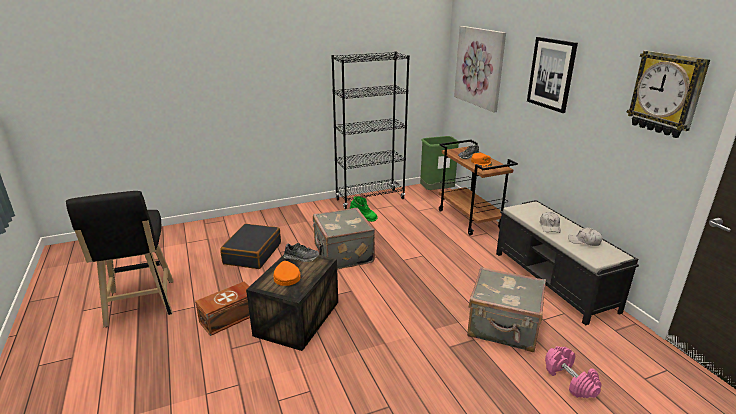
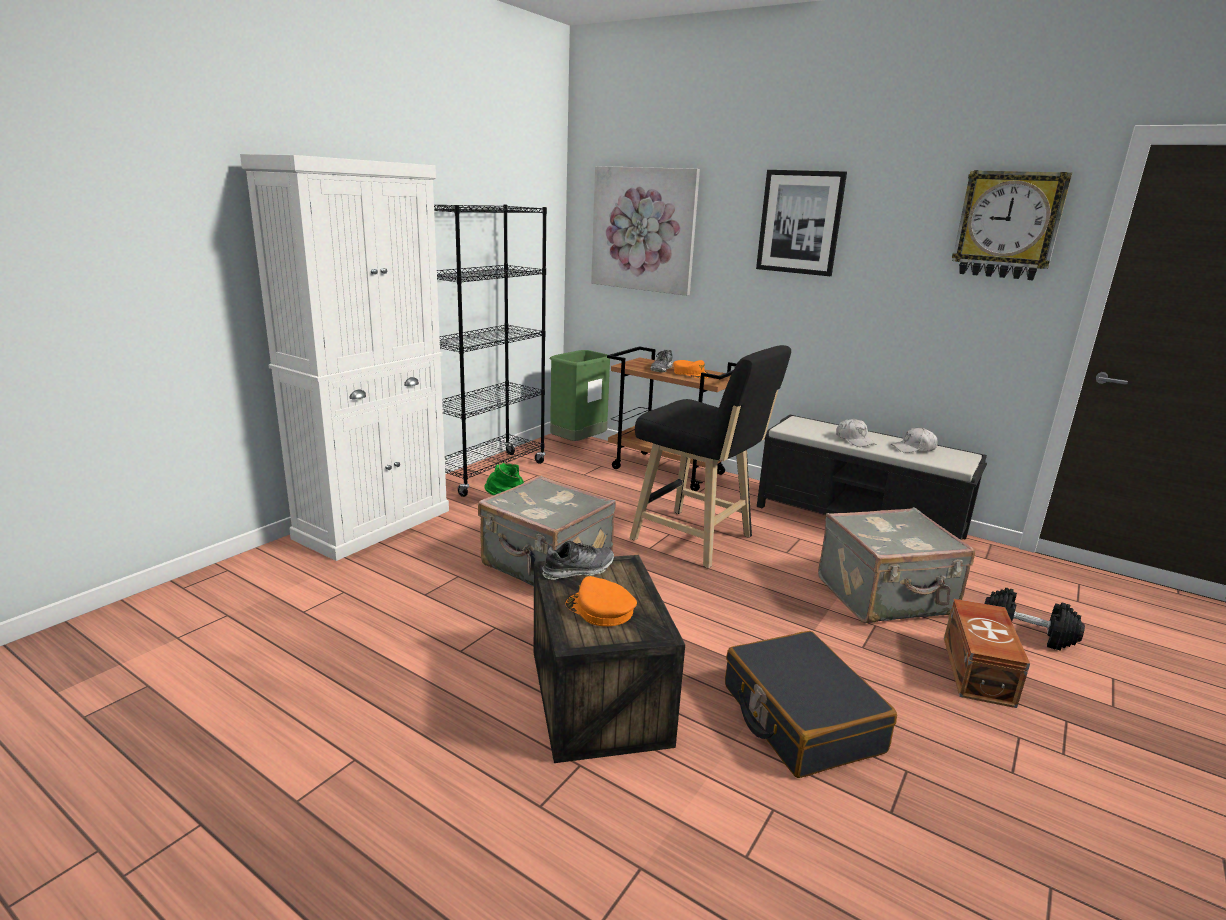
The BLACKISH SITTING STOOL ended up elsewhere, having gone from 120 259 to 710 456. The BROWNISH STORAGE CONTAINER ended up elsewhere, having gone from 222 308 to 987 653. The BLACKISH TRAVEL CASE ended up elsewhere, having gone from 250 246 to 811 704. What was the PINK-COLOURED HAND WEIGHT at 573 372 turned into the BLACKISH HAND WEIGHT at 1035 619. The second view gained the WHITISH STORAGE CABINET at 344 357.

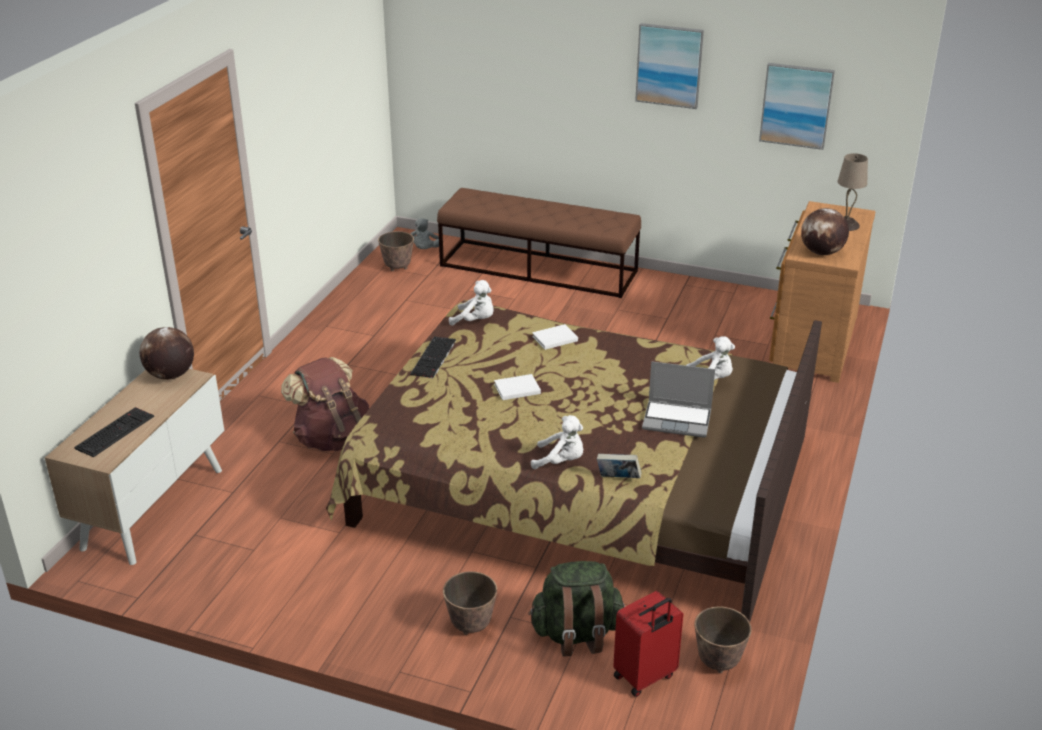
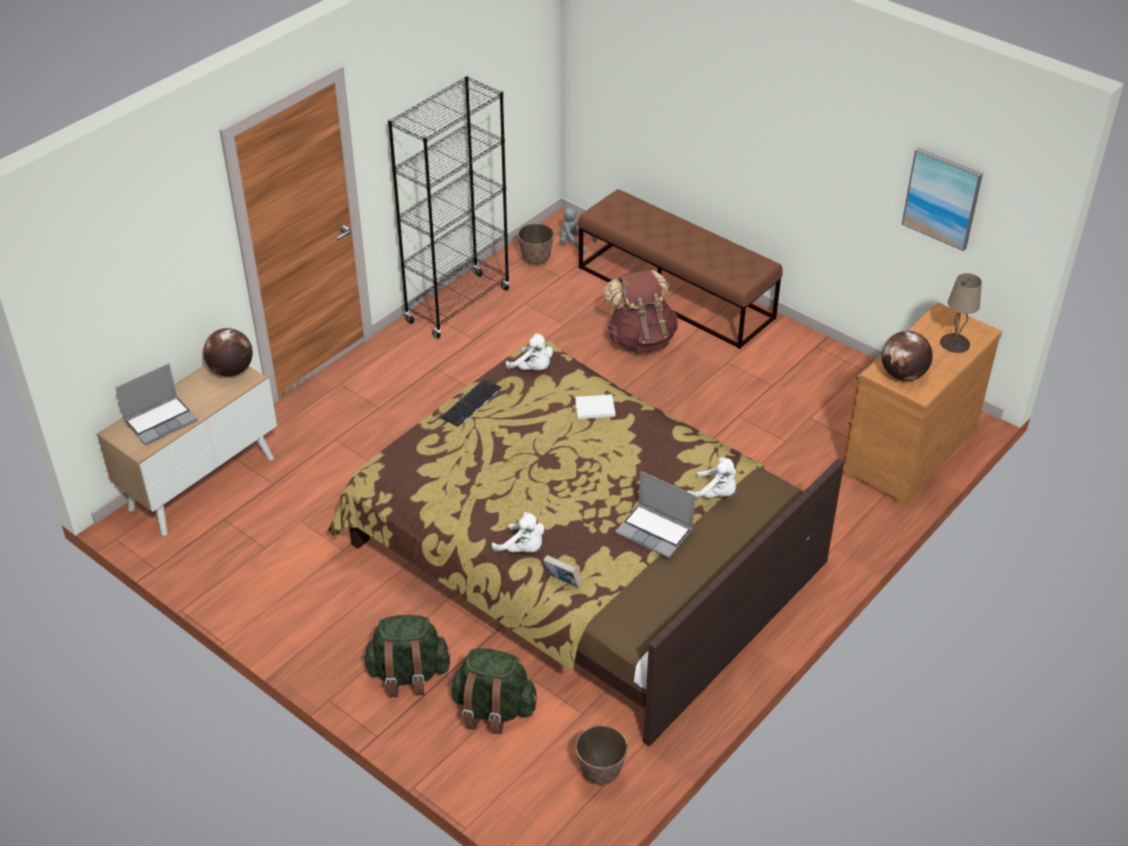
Where the KEYBOARD stood at 114 432, the PORTABLE COMPUTER came to stand at 156 404. The BROWNISH RUCKSACK ended up elsewhere, having gone from 325 404 to 641 312. The GREYISH SOFT TOY at 425 233 ended up facing another way, 90 degrees clockwise from before. Where the FLOWER POT stood at 470 603, the GREEN-COLOURED RUCKSACK came to stand at 406 656. The second view lost the WHITISH BOOK at 517 387. The second view lost the REDDISH TRAVEL CASE at 648 644. The second view lost the PICTURE at 669 66. The second view gained the BLACKISH BOOKSHELF at 449 207.

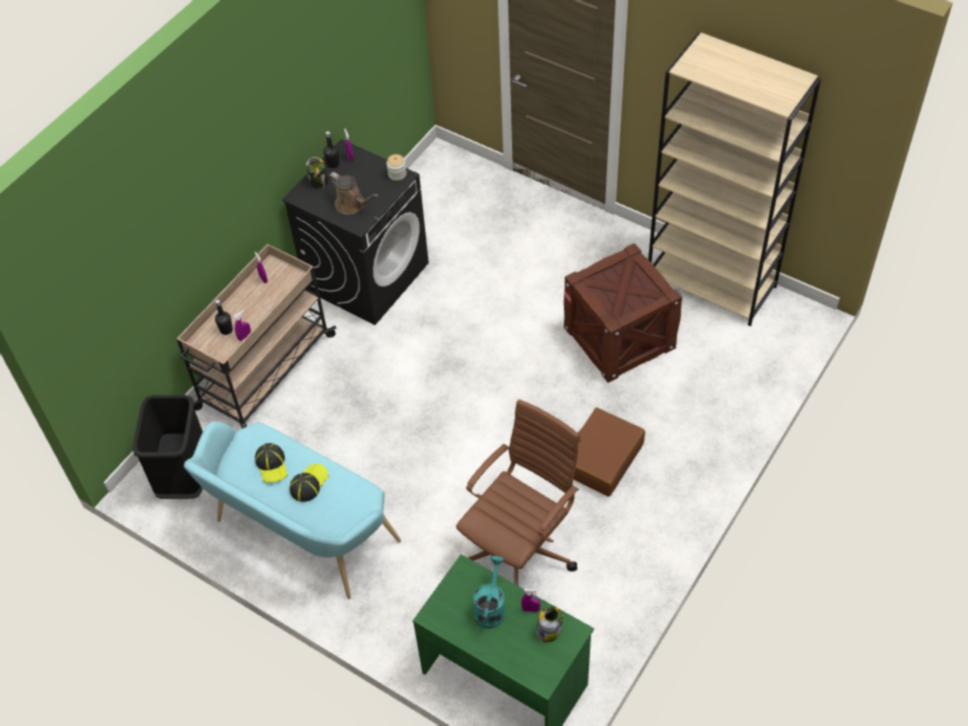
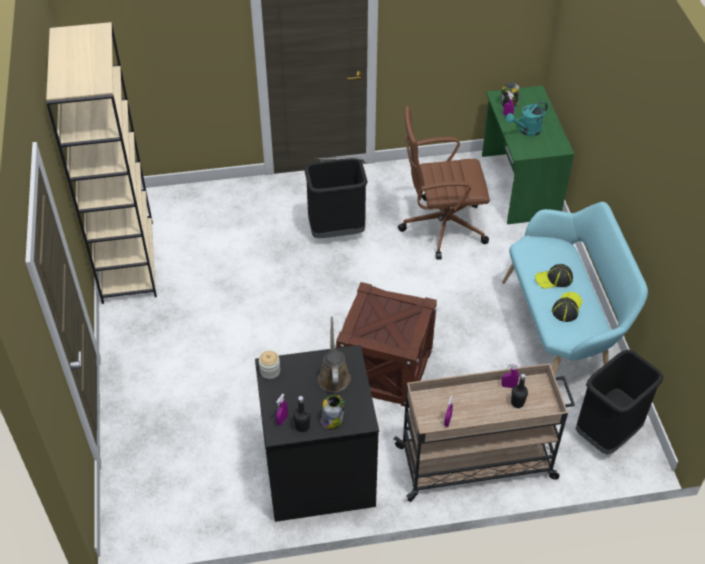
The PACKING CRATE ended up elsewhere, having gone from 623 313 to 386 345. Where the BROWNISH TRAVEL CASE stood at 609 452, the BLACKISH TRASH CAN came to stand at 336 198.

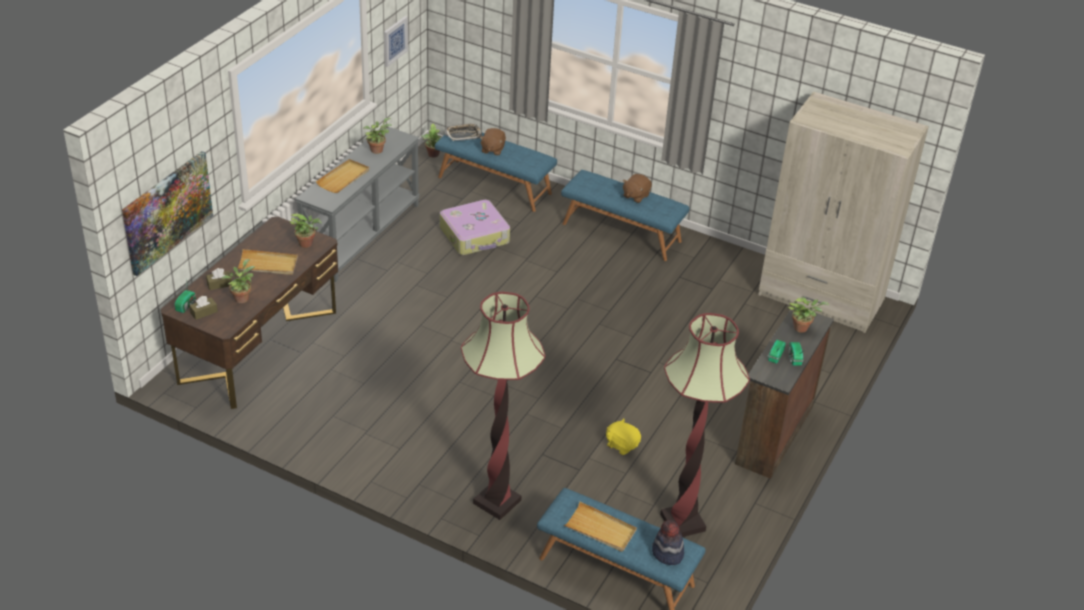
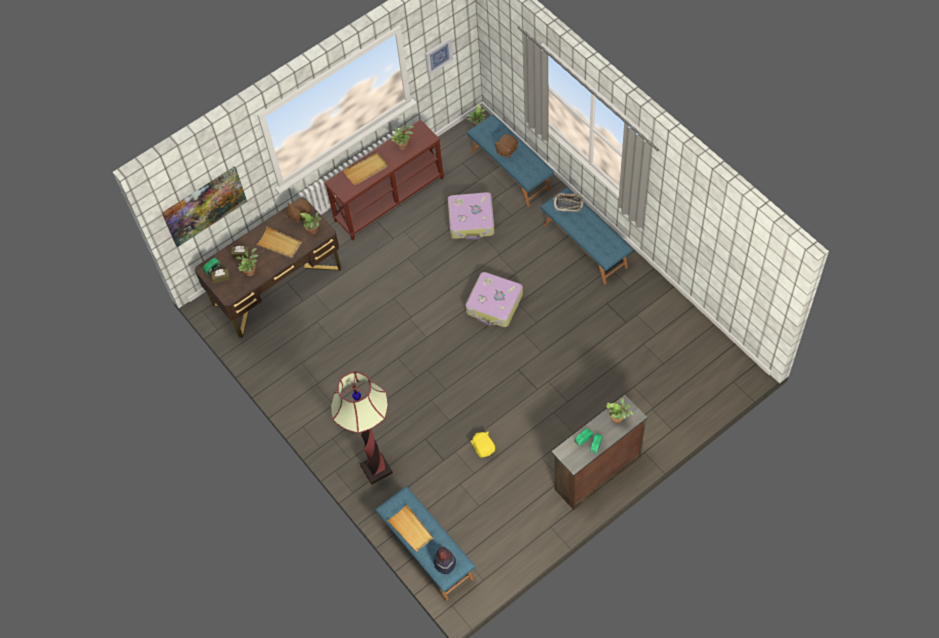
What was the GREYISH CONSOLE TABLE at 357 204 turned into the BROWNISH CONSOLE TABLE at 384 180. The SERVING TRAY ended up elsewhere, having gone from 463 132 to 568 202. The BROWNISH SOFT TOY ended up elsewhere, having gone from 637 188 to 298 210. The second view lost the FLOOR LAMP at 705 425. The second view lost the SAND-COLOURED ARMOIRE at 843 212. The second view gained the TRAVEL CASE at 494 299.

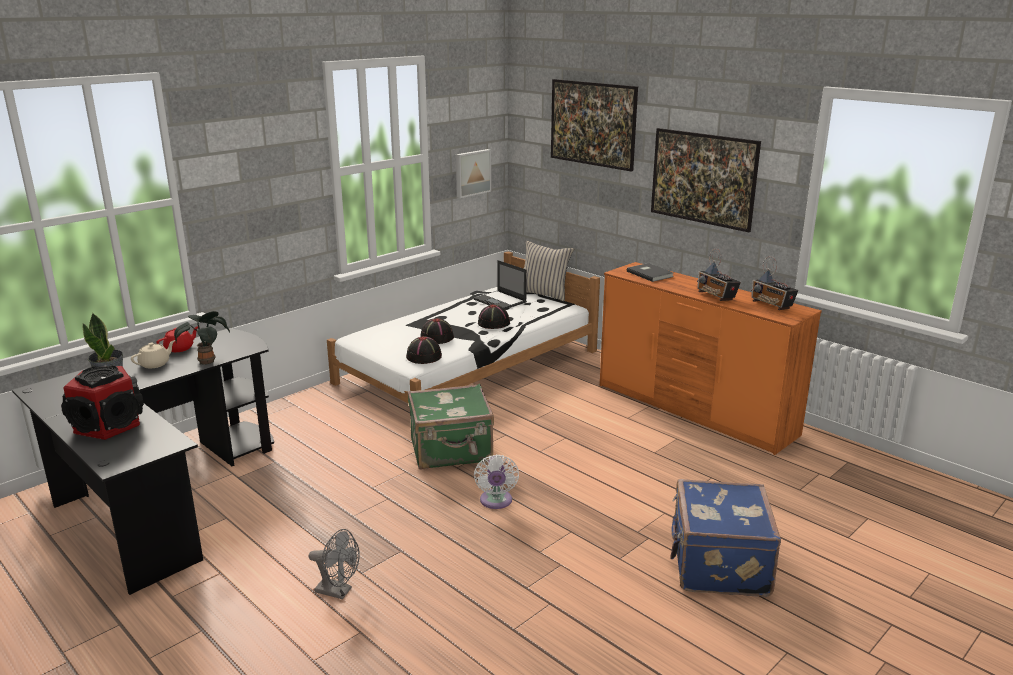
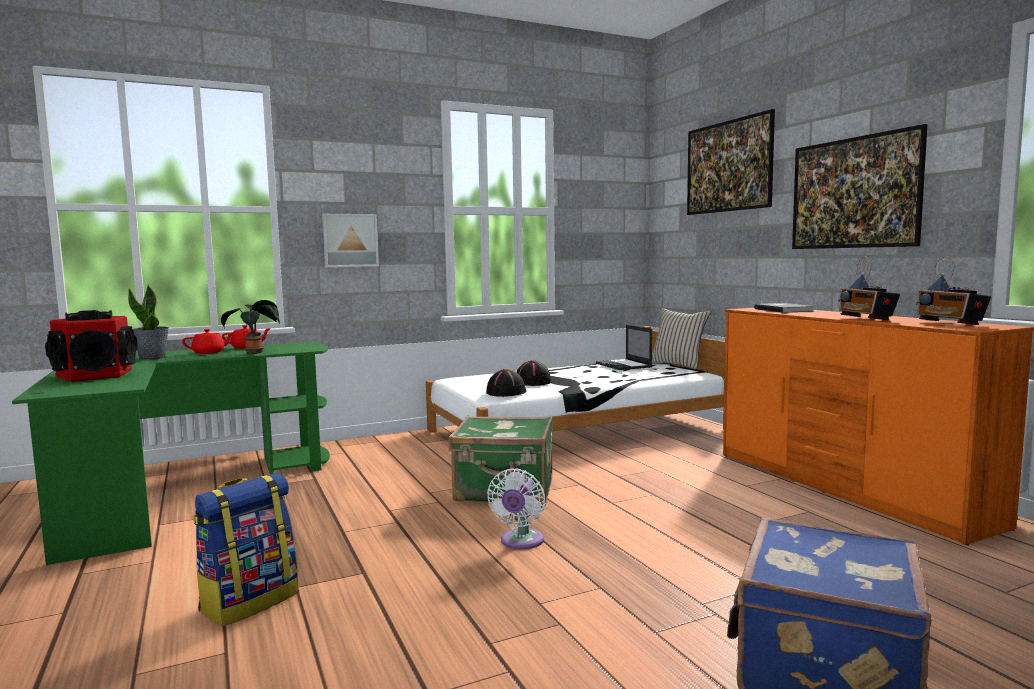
What was the BLACKISH DESK at 143 461 turned into the GREEN-COLOURED DESK at 171 453. What was the SAND-COLOURED POT FOR TEA at 153 354 turned into the REDDISH POT FOR TEA at 208 341. Where the GREYISH FAN stood at 334 564, the RUCKSACK came to stand at 245 549. The PICTURE ended up elsewhere, having gone from 473 173 to 350 240. The second view lost the BLACKISH WEARABLE HAT at 494 317.

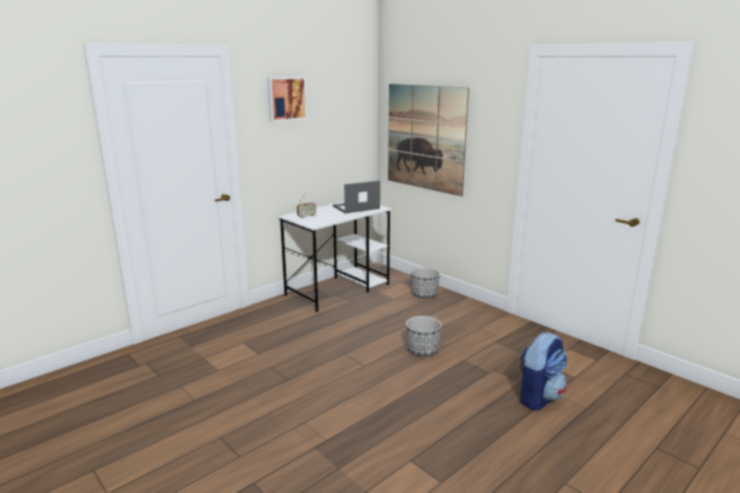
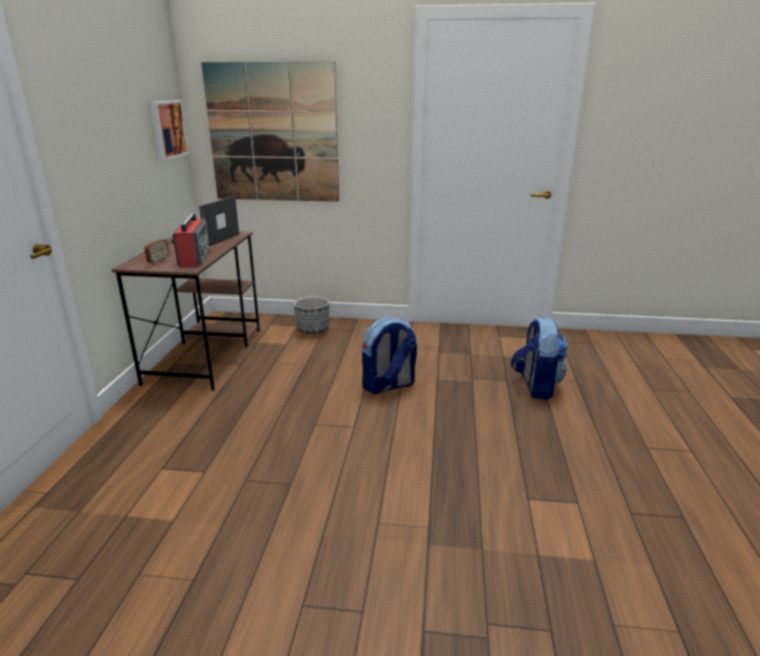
The PICTURE ended up elsewhere, having gone from 287 99 to 169 130. What was the WHITISH DESK at 335 256 turned into the BROWNISH DESK at 186 311. Where the FLOWER POT stood at 424 336, the RUCKSACK came to stand at 389 355. The second view gained the RADIO SET at 192 239.

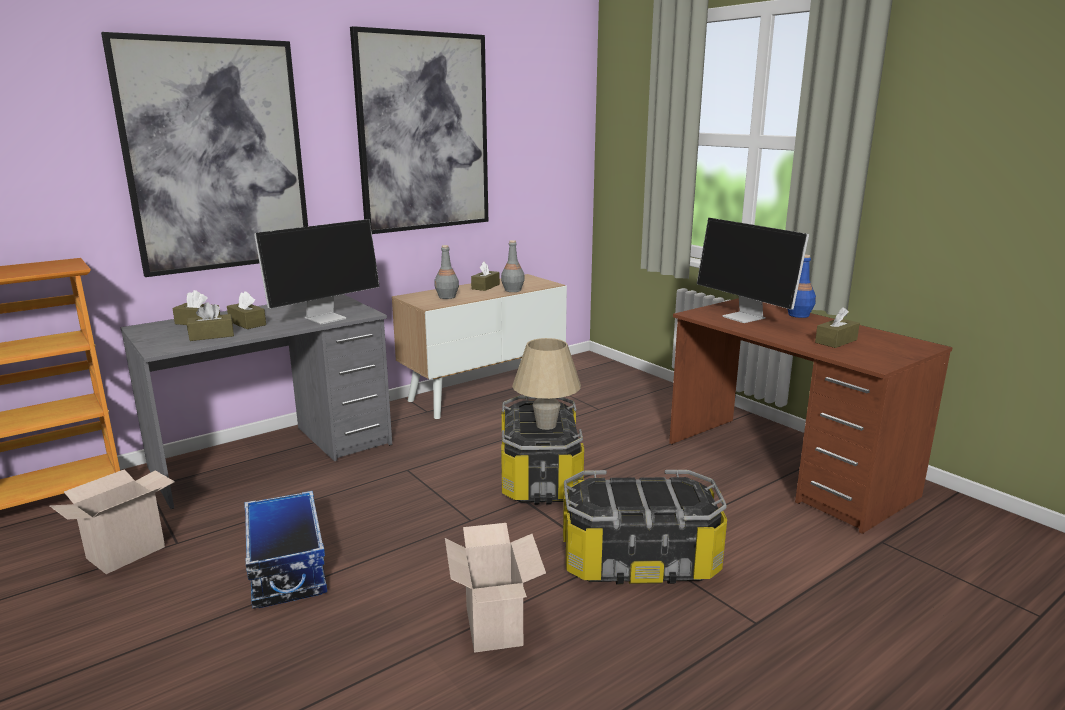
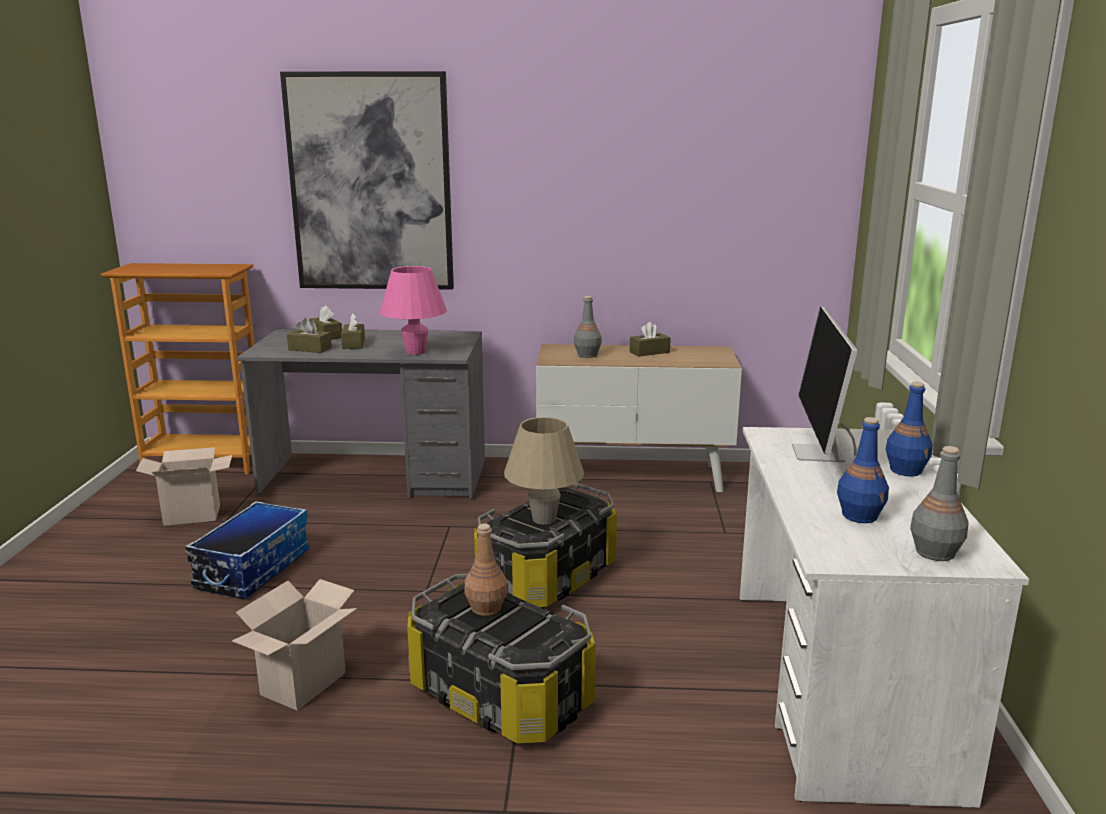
Where the MONITOR stood at 316 271, the PINK-COLOURED LAMP FOR A TABLE came to stand at 413 310. The second view lost the PICTURE at 419 130. The GREYISH BOTTLE ended up elsewhere, having gone from 513 266 to 939 503. What was the BROWNISH DESK at 811 416 turned into the WHITISH DESK at 884 617. Where the BROWNISH BOX OF TISSUES stood at 837 327, the BLUE BOTTLE came to stand at 863 470. The second view gained the BROWNISH BOTTLE at 486 569.

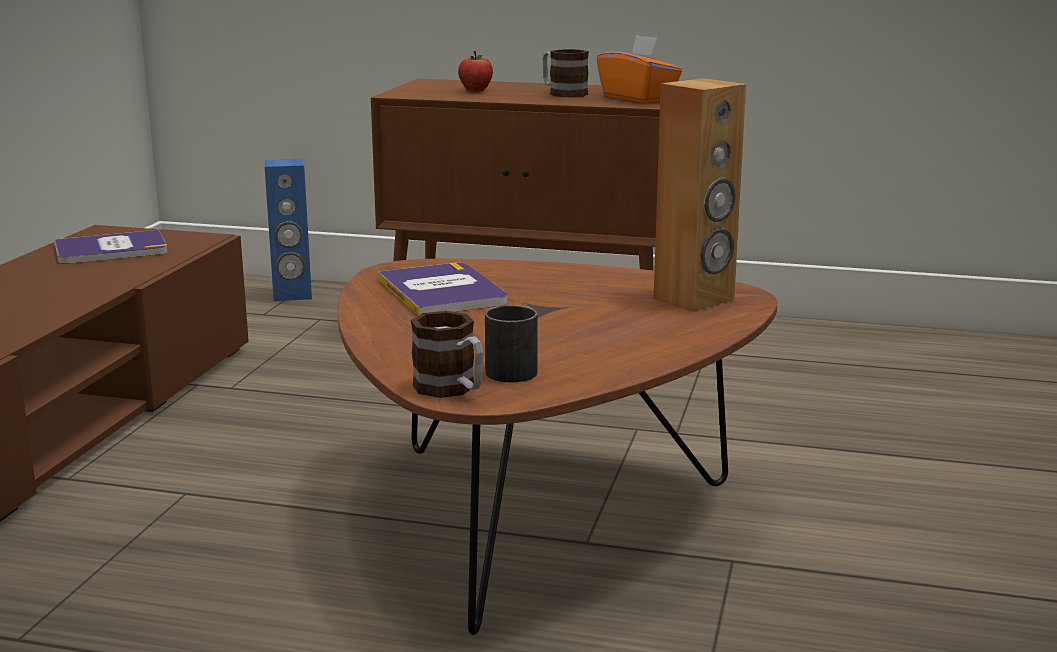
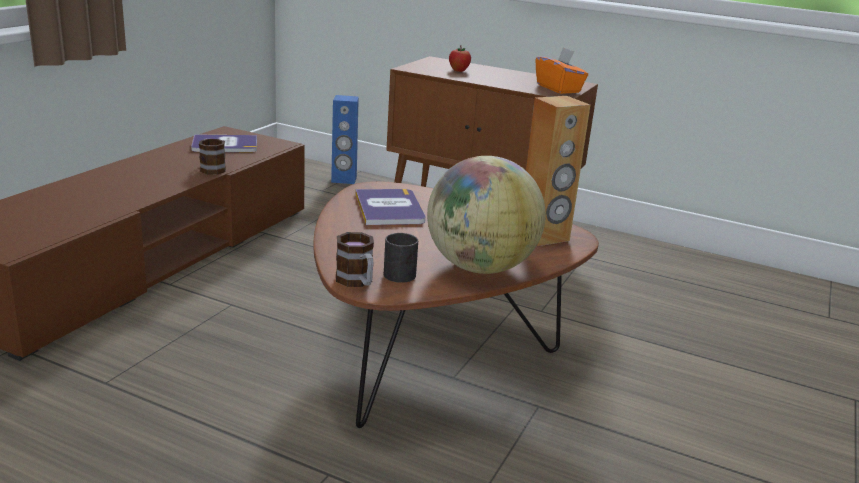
The TEA MUG ended up elsewhere, having gone from 566 73 to 212 157. The second view gained the DESK GLOBE at 486 215.

